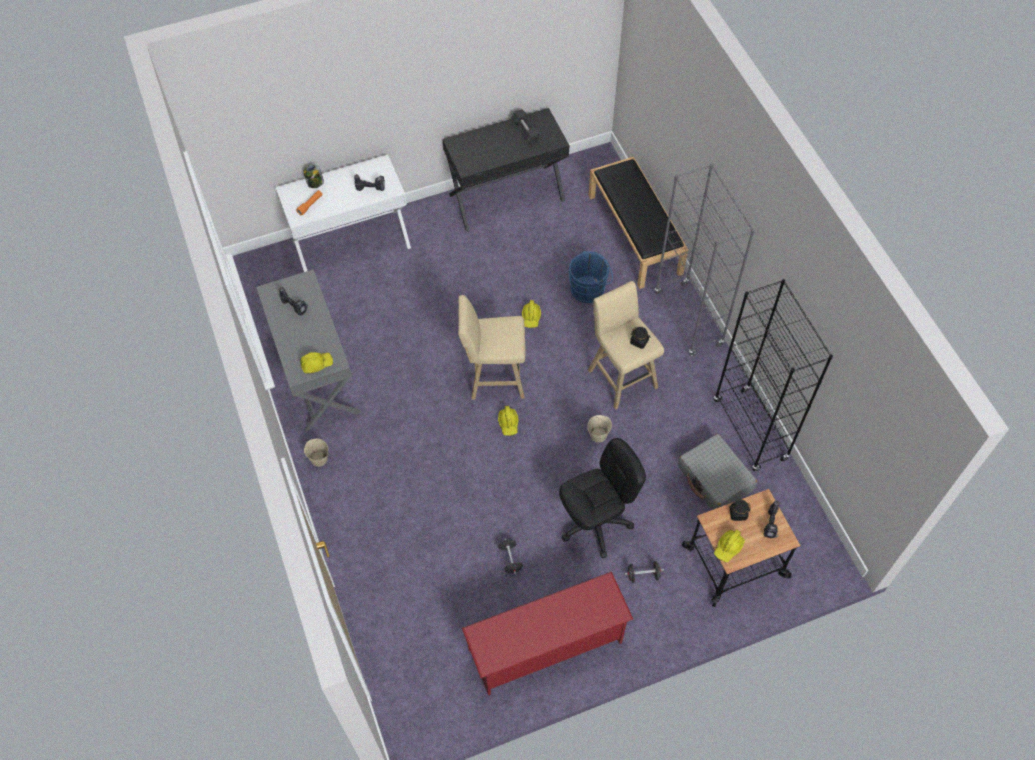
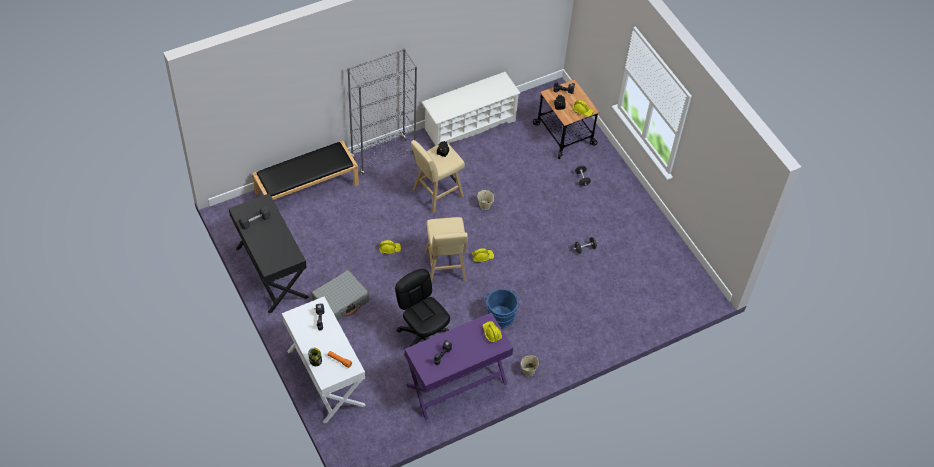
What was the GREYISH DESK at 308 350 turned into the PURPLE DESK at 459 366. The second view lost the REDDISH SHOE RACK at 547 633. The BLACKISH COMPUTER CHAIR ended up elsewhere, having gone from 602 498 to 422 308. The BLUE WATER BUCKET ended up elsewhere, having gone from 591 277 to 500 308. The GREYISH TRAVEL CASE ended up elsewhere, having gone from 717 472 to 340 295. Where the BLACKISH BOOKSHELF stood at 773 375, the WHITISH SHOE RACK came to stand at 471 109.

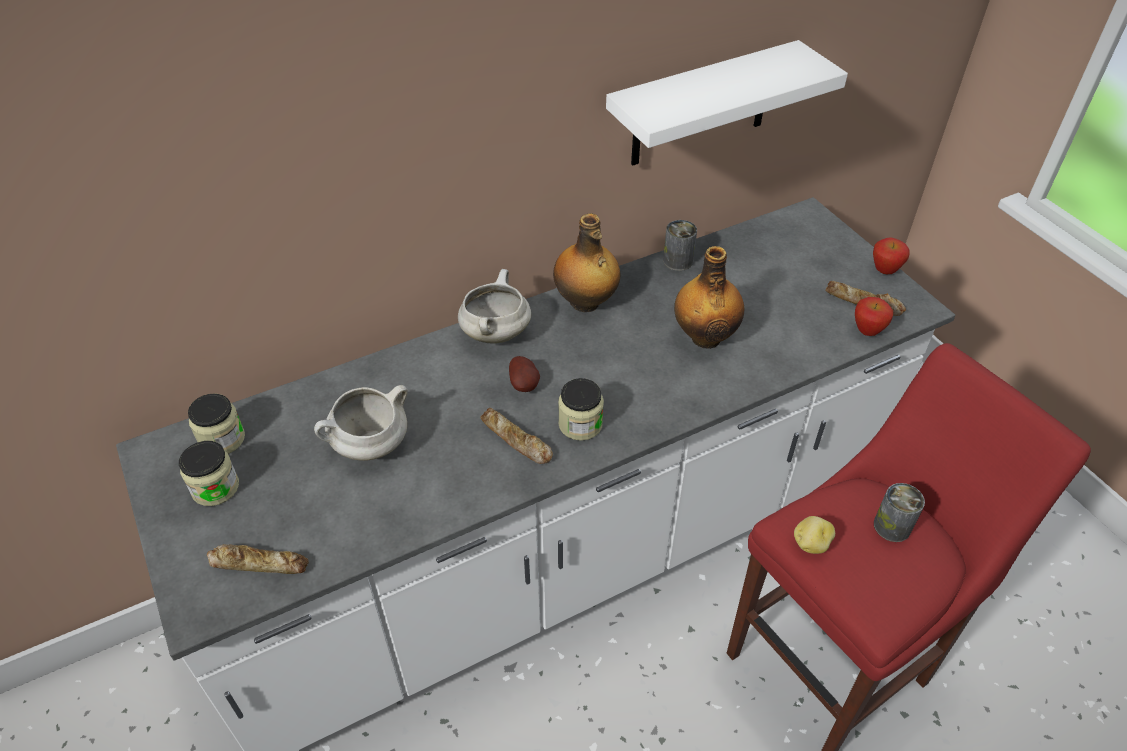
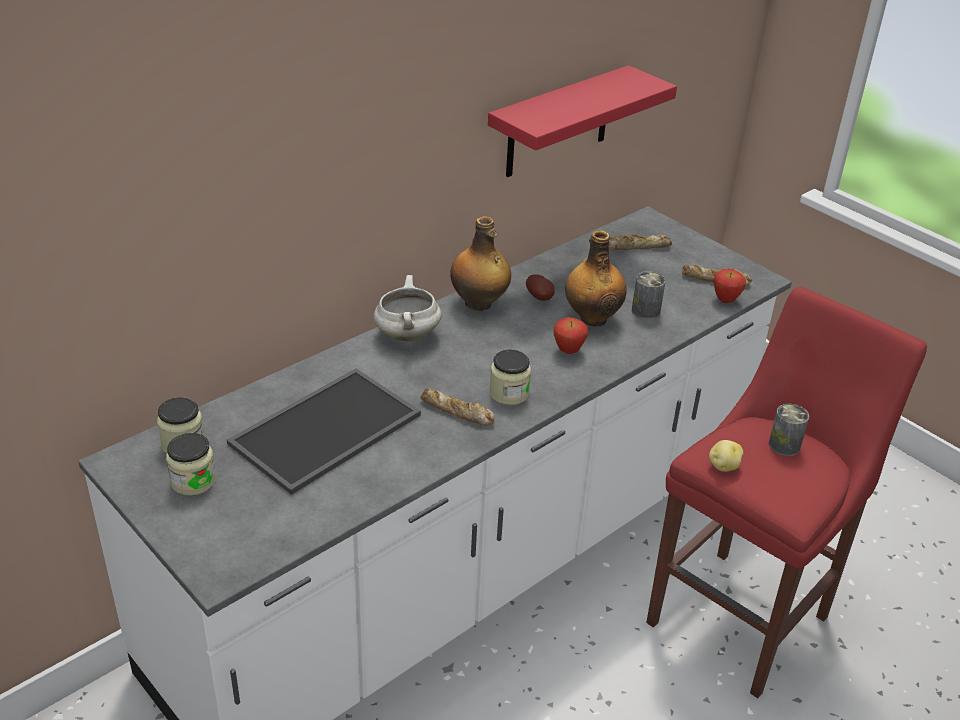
The BREAD ended up elsewhere, having gone from 258 559 to 640 242. Where the WHITISH COOKING POT stood at 361 423, the SERVING TRAY came to stand at 324 431. The WHOLE POTATO ended up elsewhere, having gone from 524 374 to 540 287. What was the WHITISH SHELF at 727 103 turned into the REDDISH SHELF at 582 121. The SEALED CAN ended up elsewhere, having gone from 680 245 to 649 295. The WHOLE APPLE ended up elsewhere, having gone from 891 255 to 571 335.

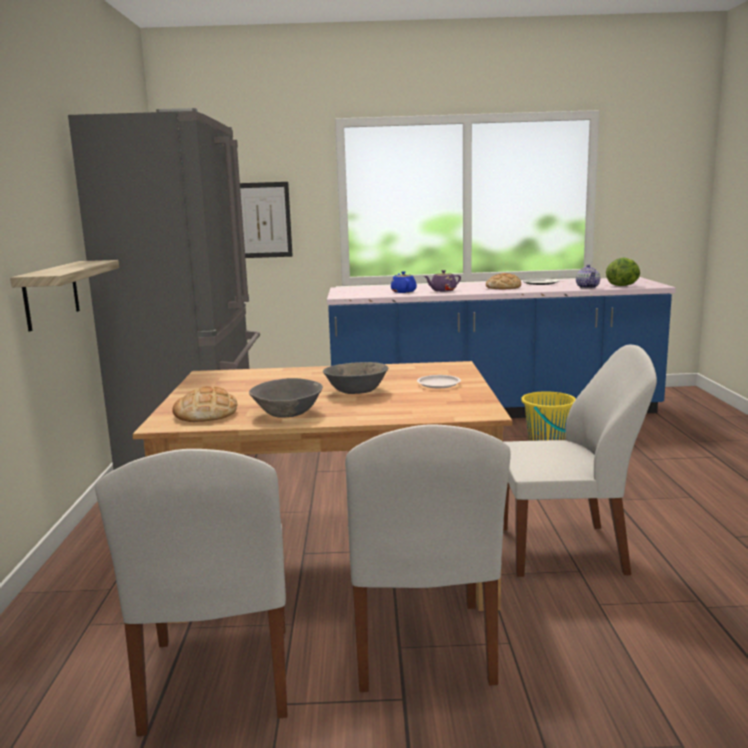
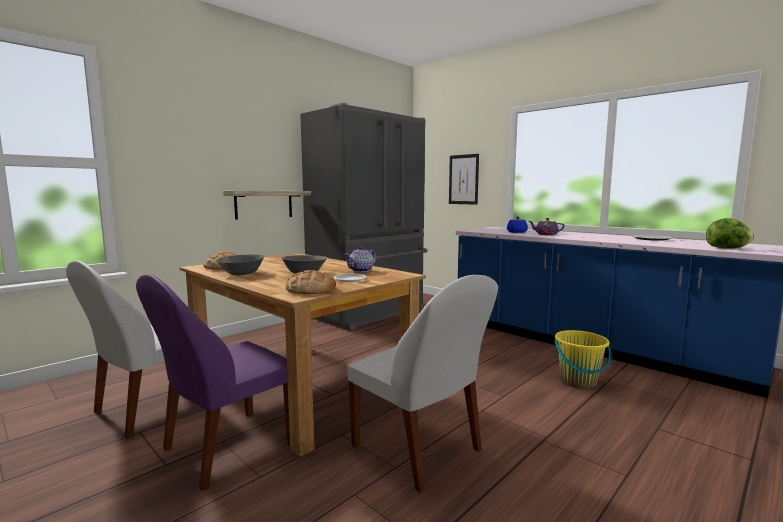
What was the WHITISH PLAIN CHAIR at 428 558 turned into the PURPLE PLAIN CHAIR at 213 383. The BREAD ended up elsewhere, having gone from 503 281 to 311 282. The POT FOR TEA ended up elsewhere, having gone from 588 276 to 360 259.

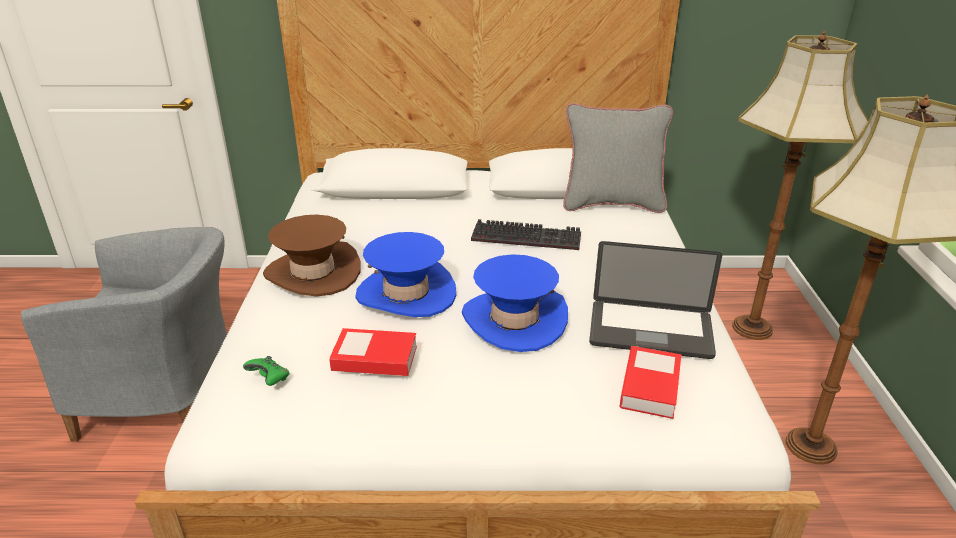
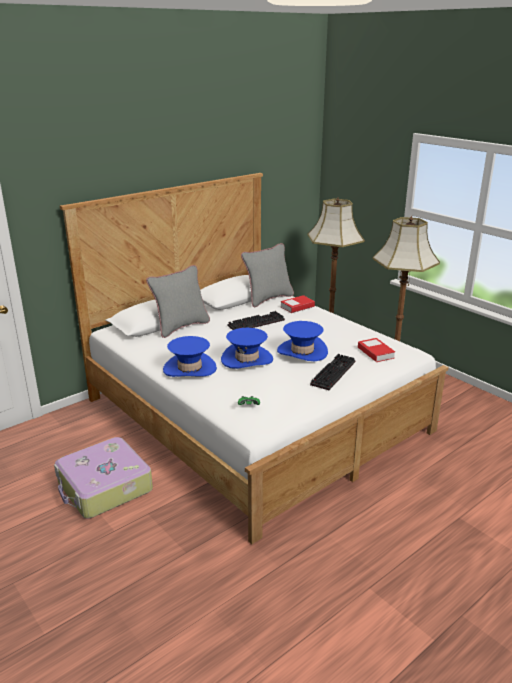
Where the GREYISH EASY CHAIR stood at 124 334, the TRAVEL CASE came to stand at 103 478. What was the BROWNISH WEARABLE HAT at 312 256 turned into the BLUE WEARABLE HAT at 190 356. The BOOK ended up elsewhere, having gone from 373 352 to 298 304. The second view lost the PORTABLE COMPUTER at 655 300. The second view gained the GREYISH THROW PILLOW at 178 301. The second view gained the KEYBOARD at 332 372.

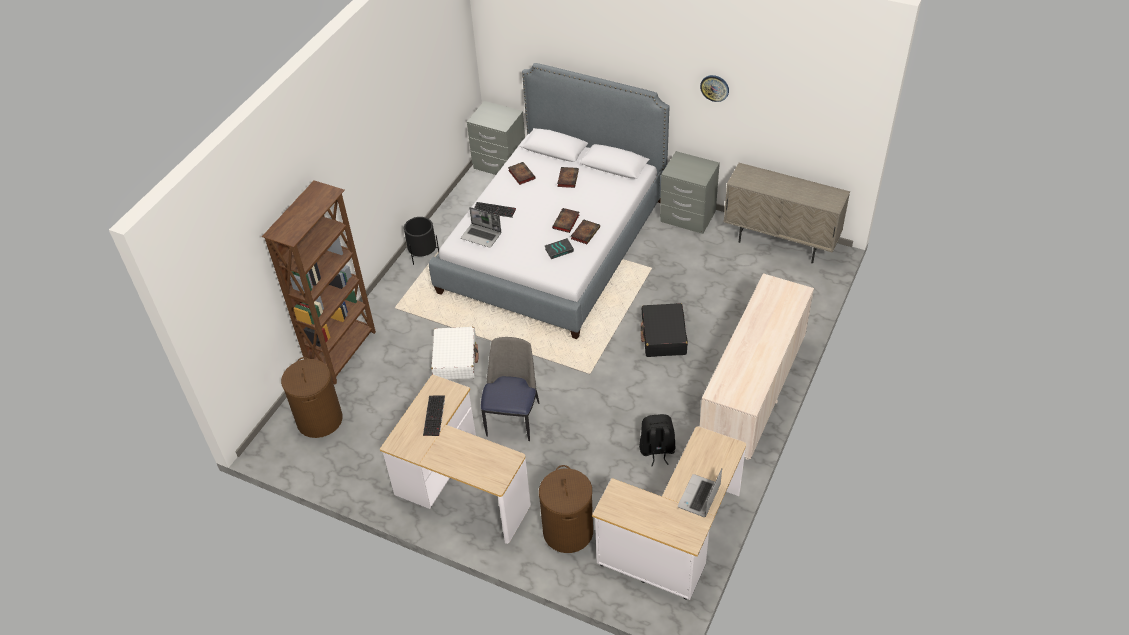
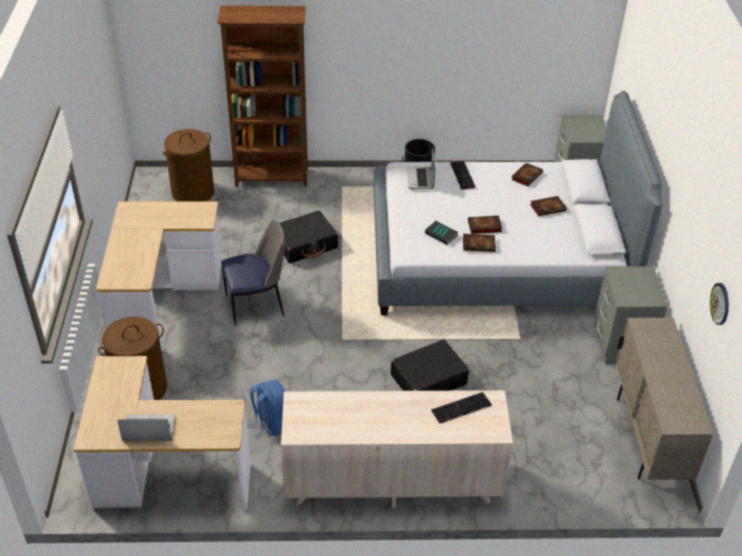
The KEYBOARD ended up elsewhere, having gone from 434 415 to 461 408. What was the WHITISH TRAVEL CASE at 455 353 turned into the BLACKISH TRAVEL CASE at 309 237. What was the BLACKISH RUCKSACK at 657 440 turned into the BLUE RUCKSACK at 266 408. The CLOCK ON THE WALL ended up elsewhere, having gone from 714 88 to 719 304.

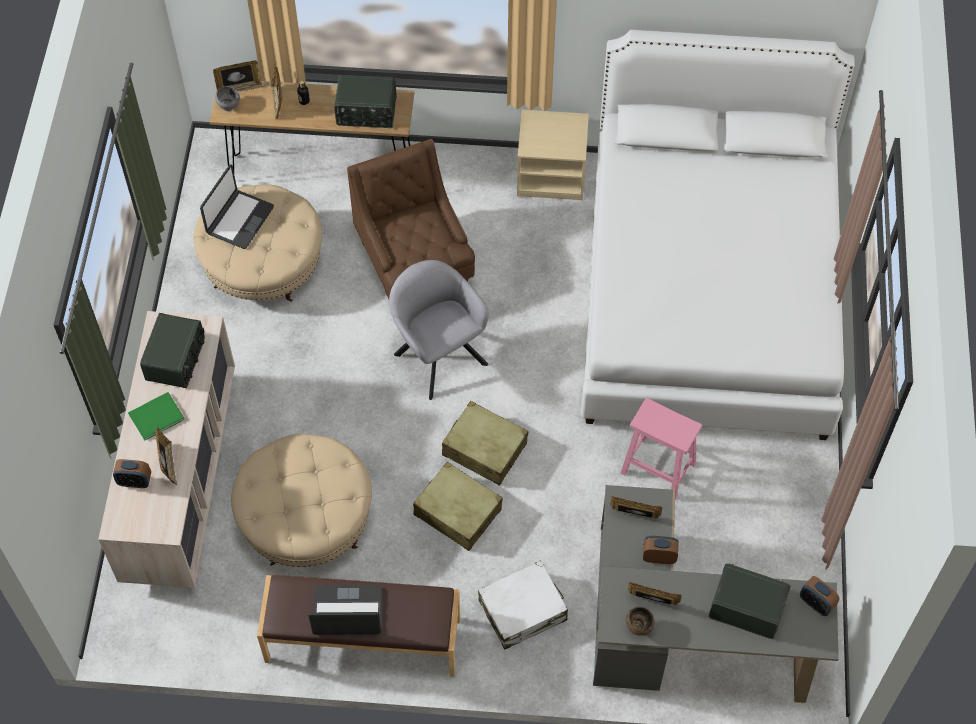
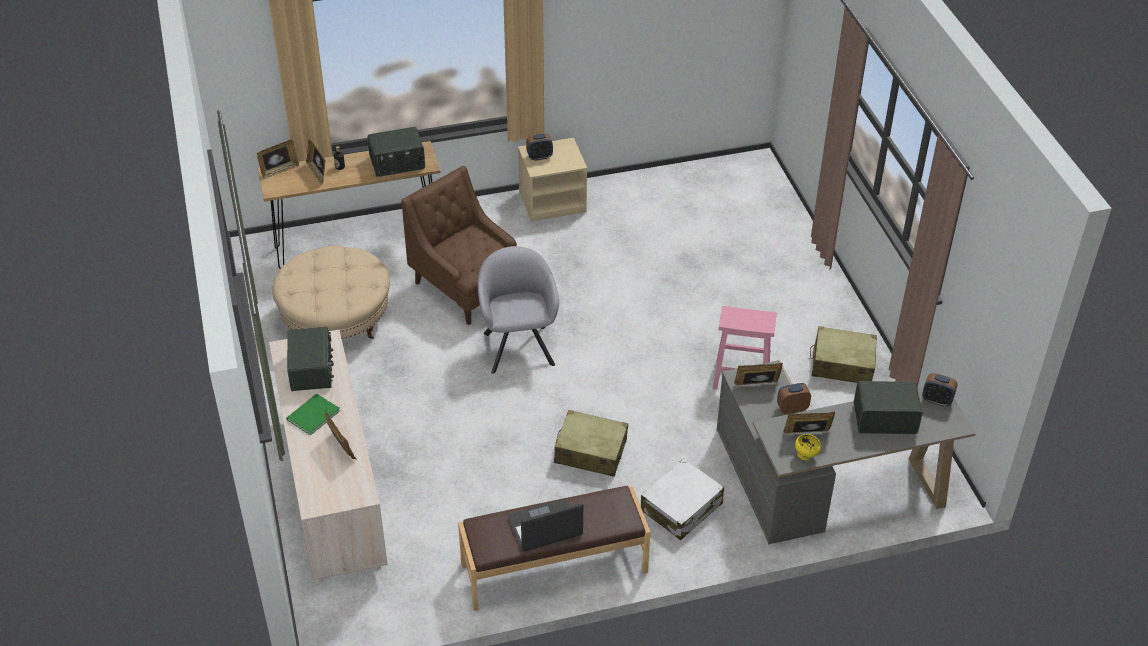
The TABLE CLOCK ended up elsewhere, having gone from 132 473 to 539 147. The second view lost the PORTABLE COMPUTER at 237 206. The second view lost the GREYISH SERVING BOWL at 227 98. The second view lost the SAND-COLOURED POUFFE at 301 500. The GREYISH EASY CHAIR at 439 330 ended up facing another way, 45 degrees clockwise from before. The SAND-COLOURED TRAVEL CASE ended up elsewhere, having gone from 485 443 to 843 354. The second view lost the WHITISH SLEEPING BED at 718 234. What was the BROWNISH SERVING BOWL at 640 621 turned into the YELLOW SERVING BOWL at 808 447.

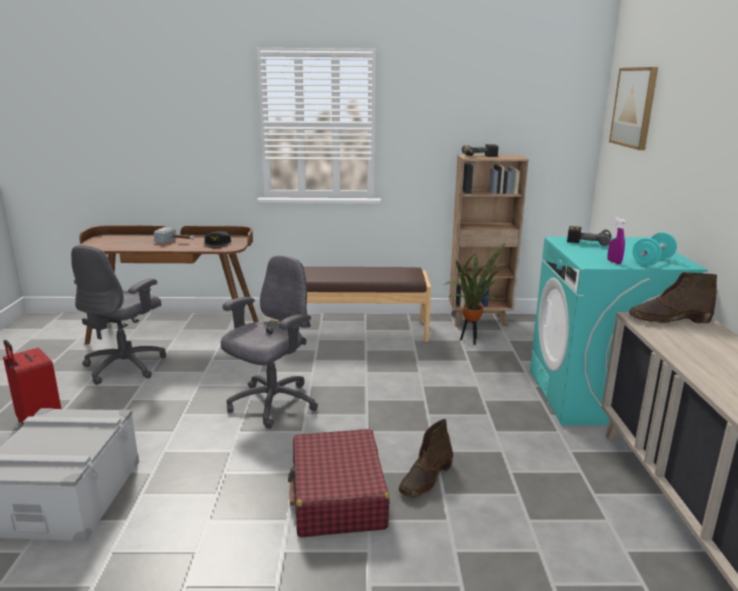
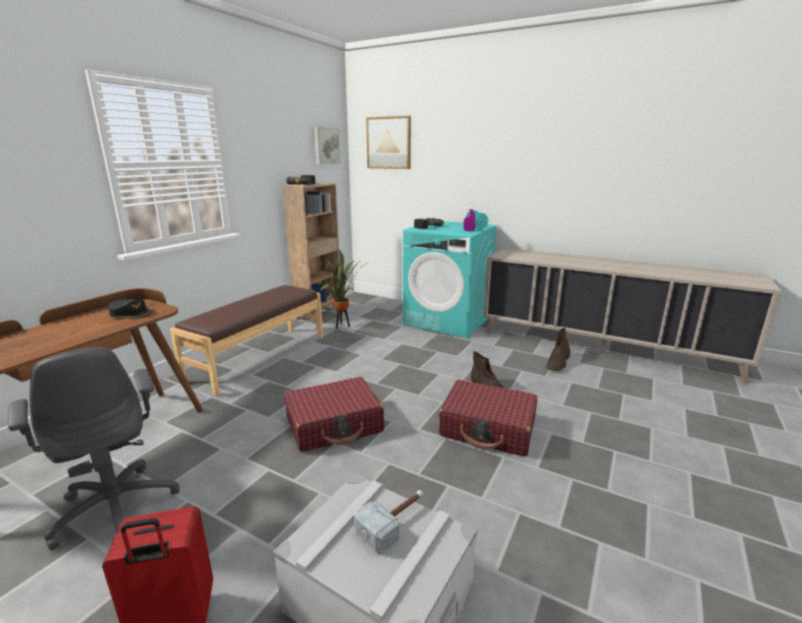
The TOOL HAMMER ended up elsewhere, having gone from 174 235 to 388 521. Where the GREYISH COMPUTER CHAIR stood at 269 341, the REDDISH TRAVEL CASE came to stand at 334 414. The BROWNISH HIGH-TOP BOOT ended up elsewhere, having gone from 673 297 to 558 349. The second view gained the PICTURE at 327 145.

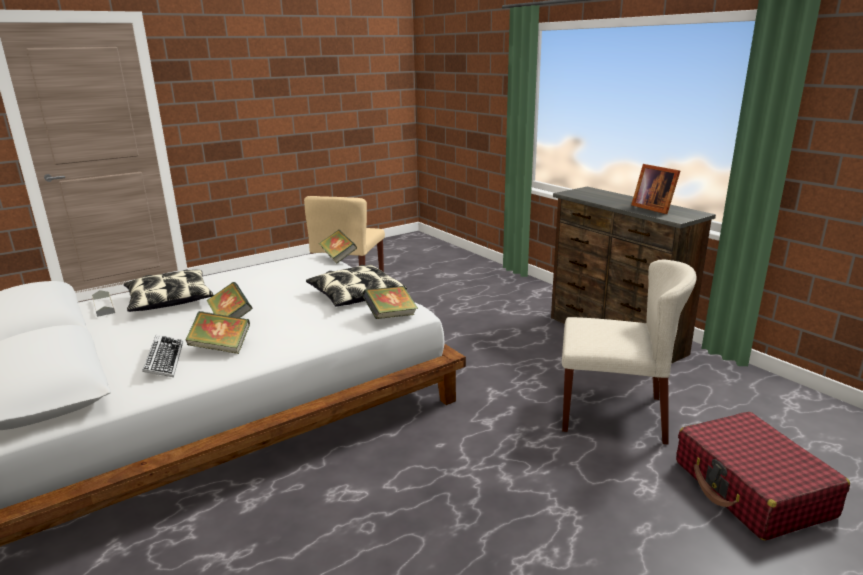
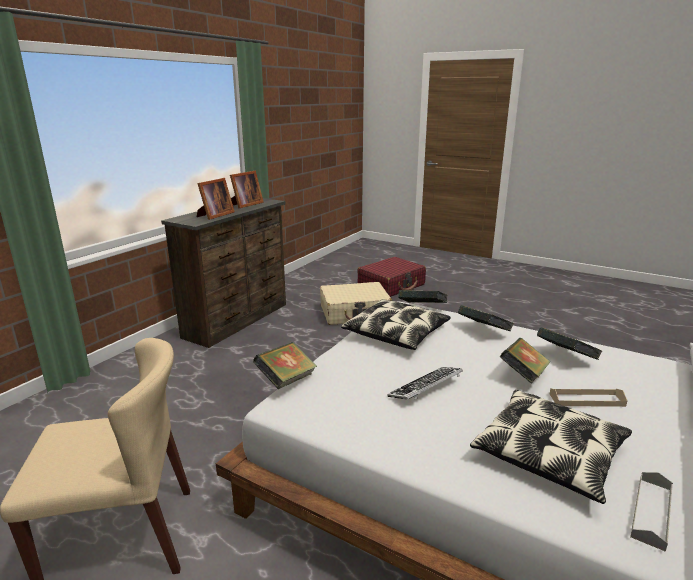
The KEYBOARD ended up elsewhere, having gone from 162 356 to 425 383. Where the SAND-COLOURED PLAIN CHAIR stood at 629 352, the SAND-COLOURED TRAVEL CASE came to stand at 356 303. The second view gained the STANDING FRAME at 216 199. The second view gained the BOOK at 486 318. The second view gained the SAND-COLOURED SERVING TRAY at 589 397.

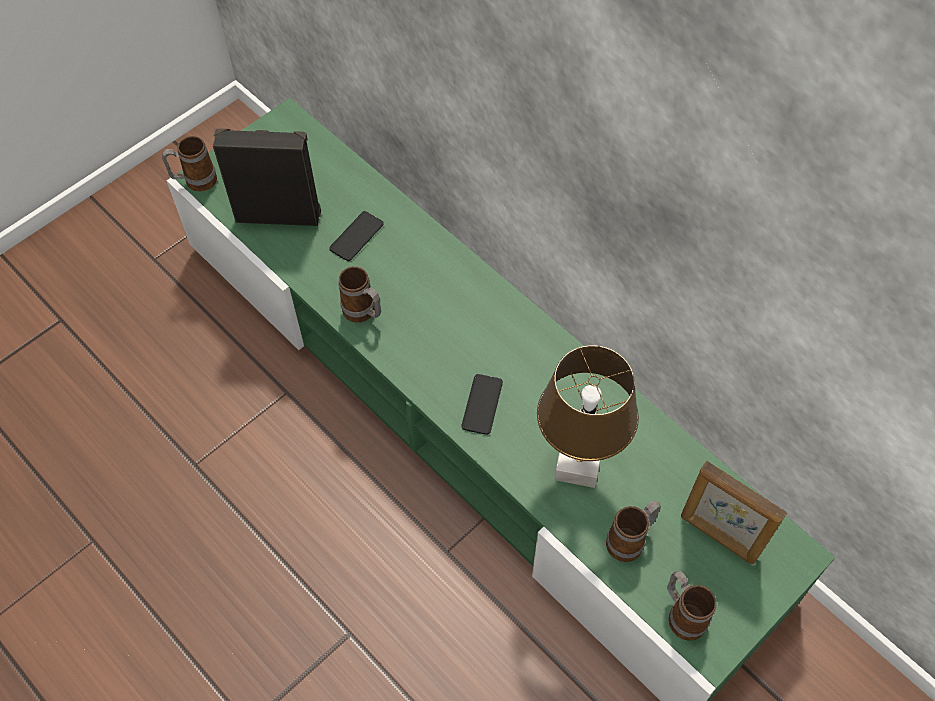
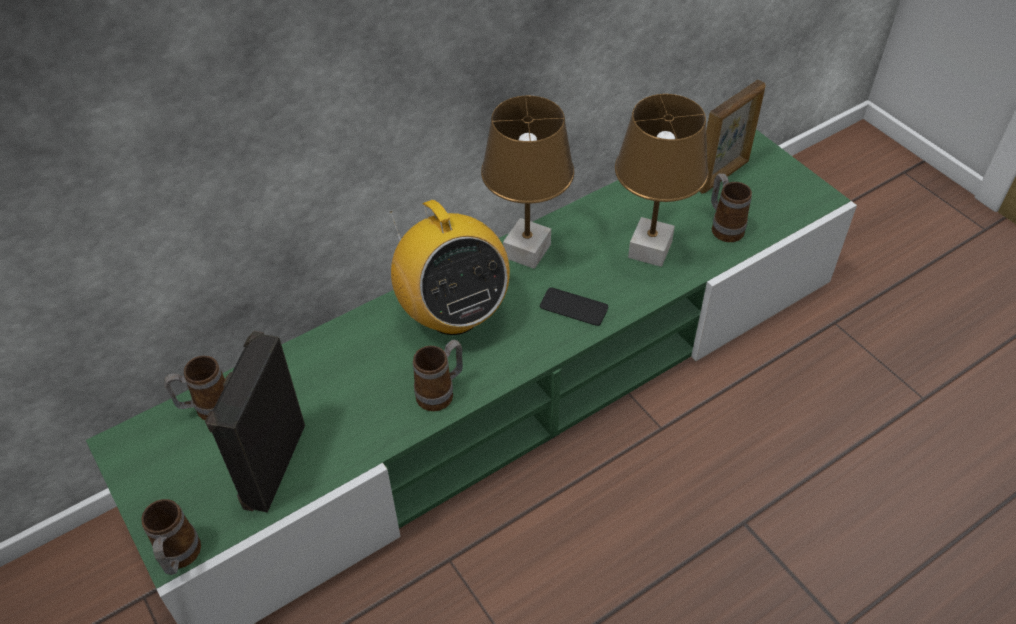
The second view lost the TELEPHONE at 356 236. The TEA MUG ended up elsewhere, having gone from 692 606 to 194 388. The second view gained the RADIO SET at 450 267. The second view gained the BROWNISH LAMP FOR A TABLE at 527 182.

